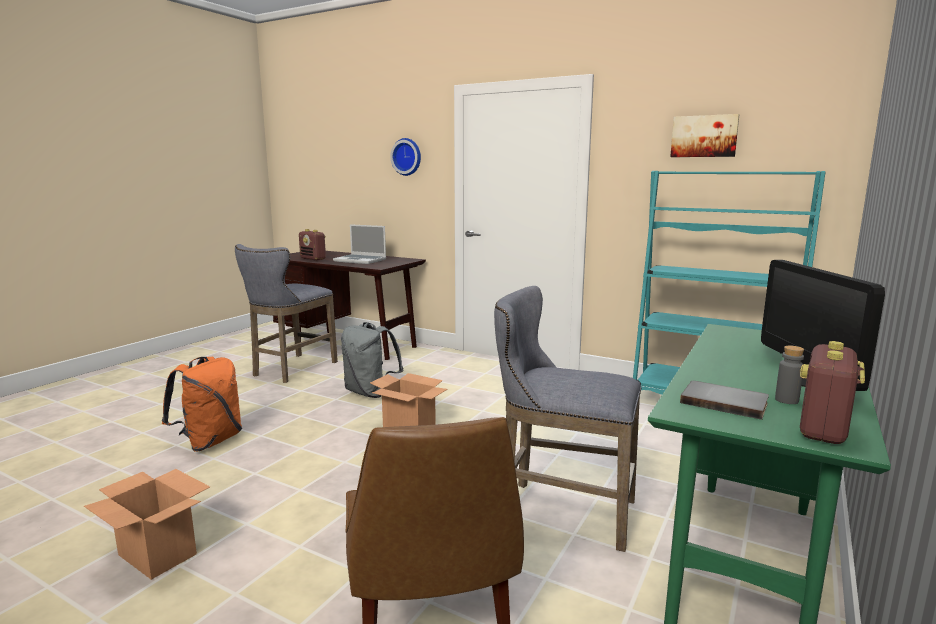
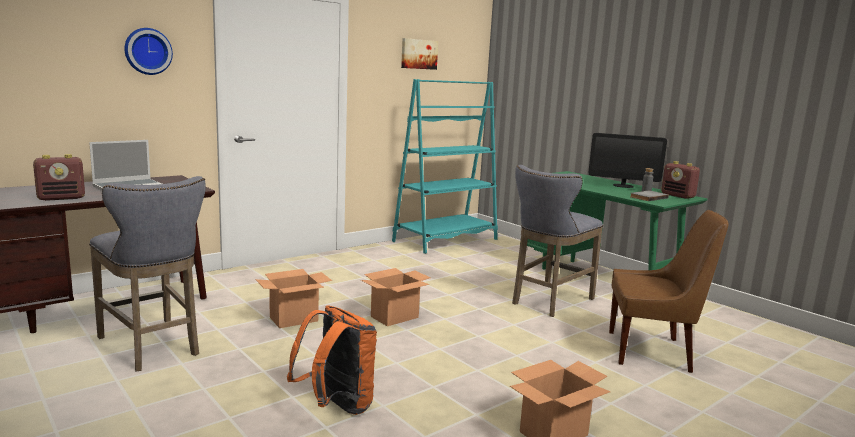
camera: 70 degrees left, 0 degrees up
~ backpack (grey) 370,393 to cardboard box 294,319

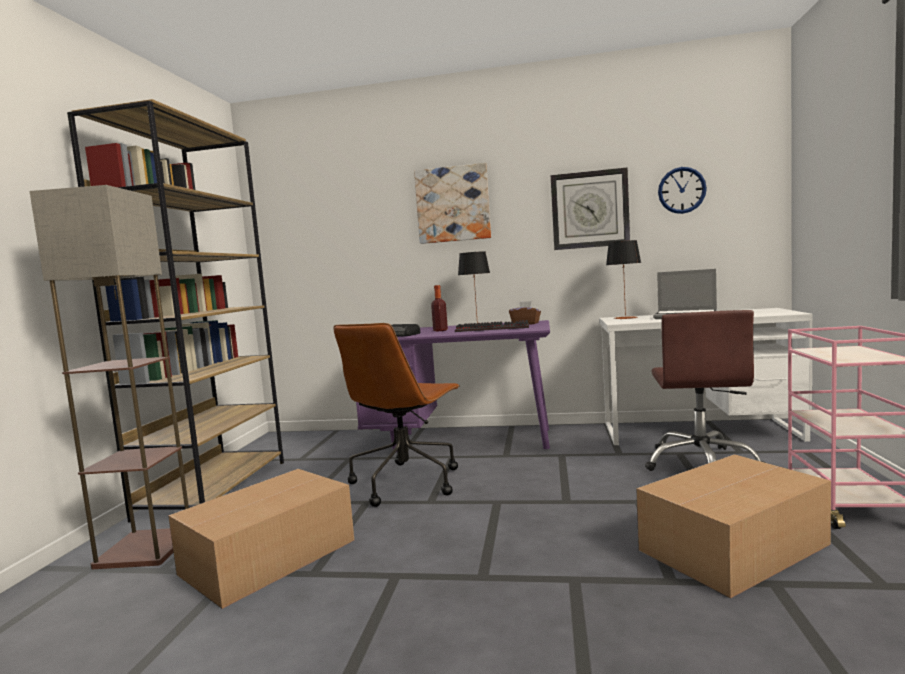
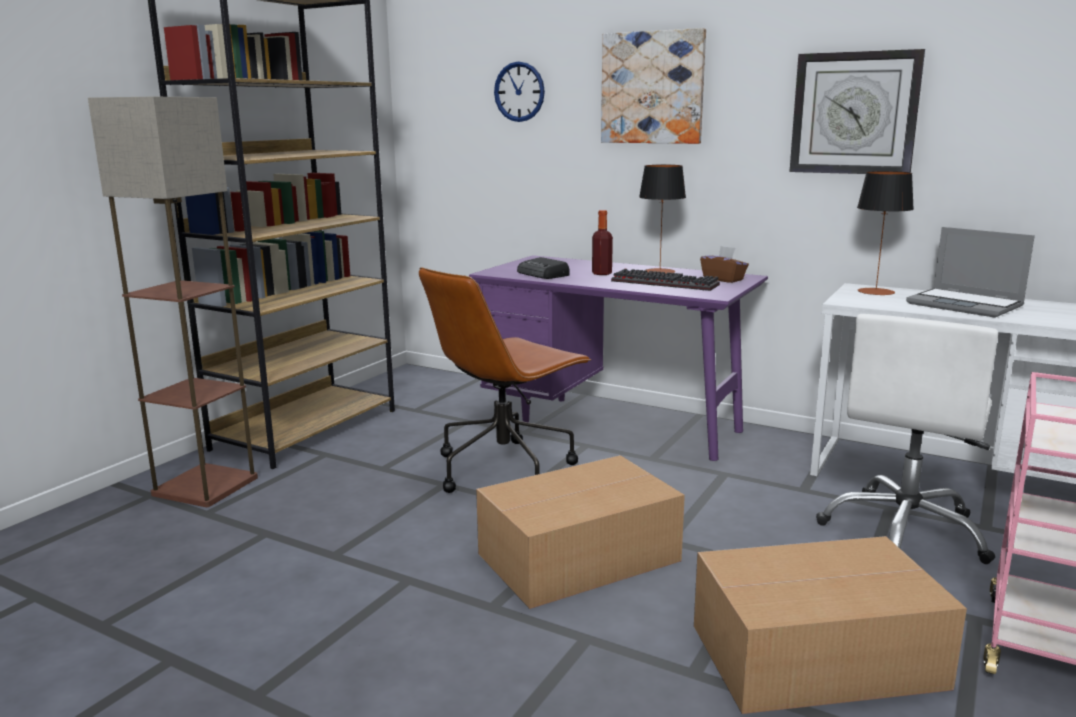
camera: 20 degrees right, 10 degrees up
~ cardboard box 271,556 to 582,557
~ wall clock 681,190 to 519,92
~ office chair (brown) 701,463 to office chair (white) 905,532

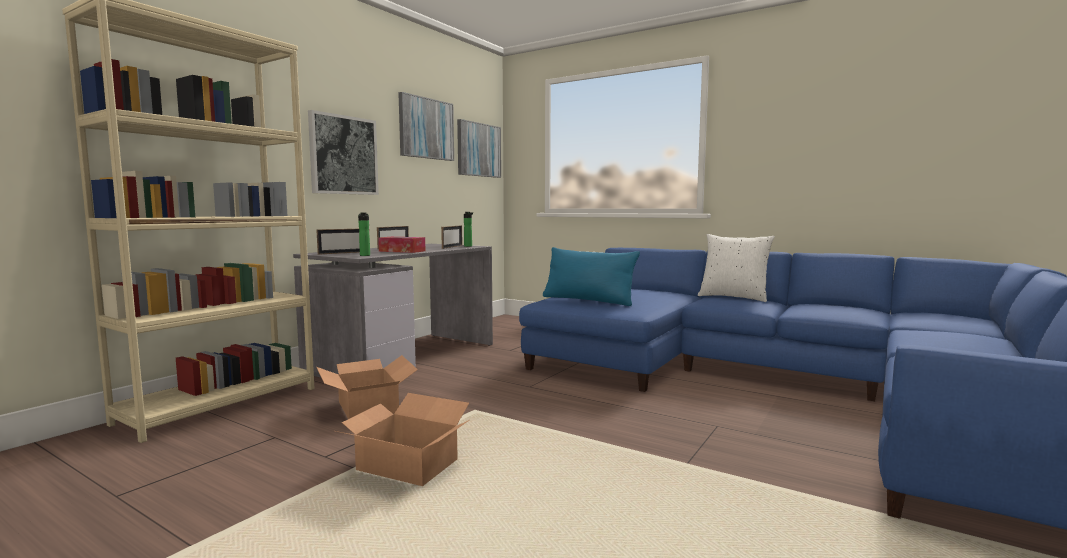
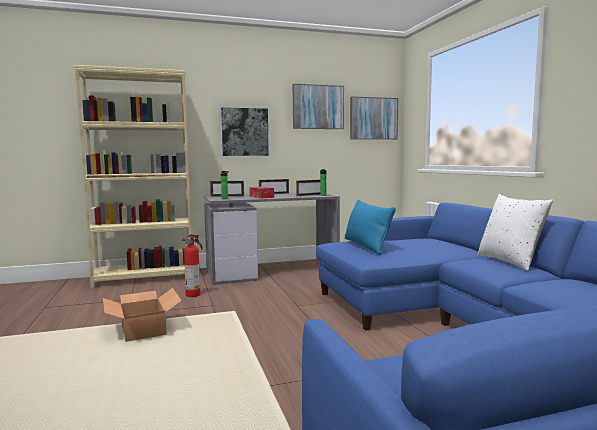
camera: 40 degrees right, 0 degrees up
~ cardboard box 368,406 to fire extinguisher 194,295

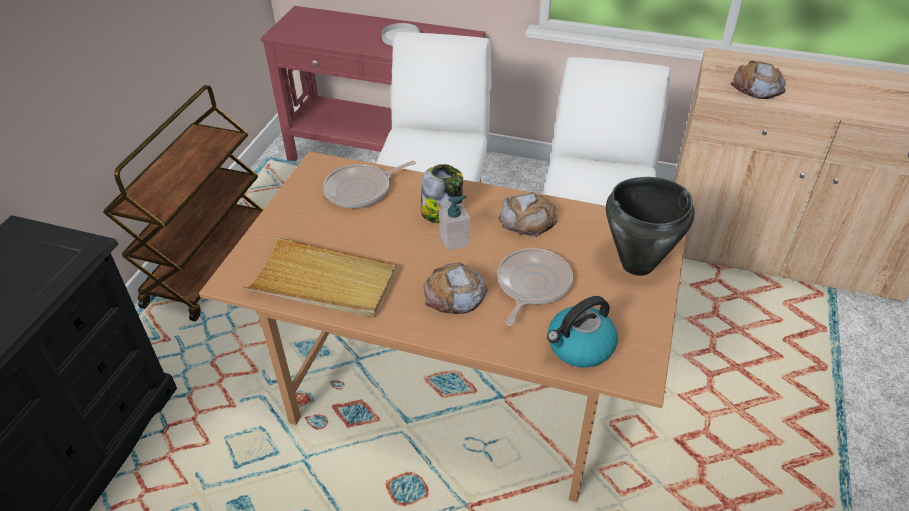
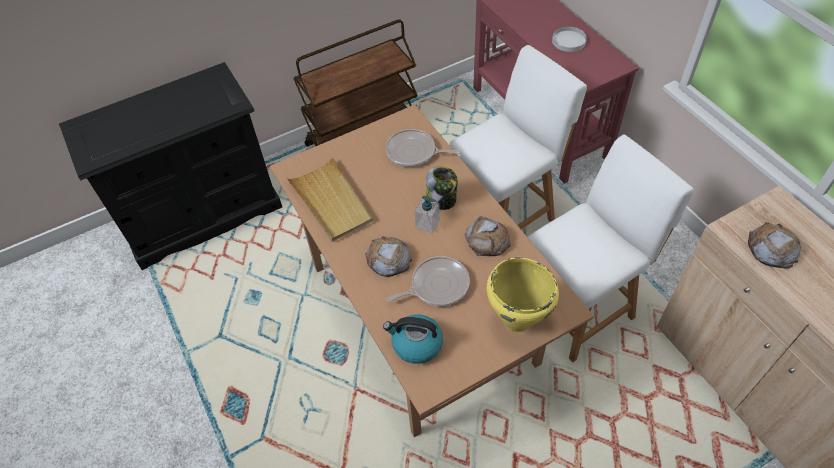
camera: 45 degrees right, 10 degrees up
~ cooking pot (black) 636,264 to cooking pot (yellow) 517,320

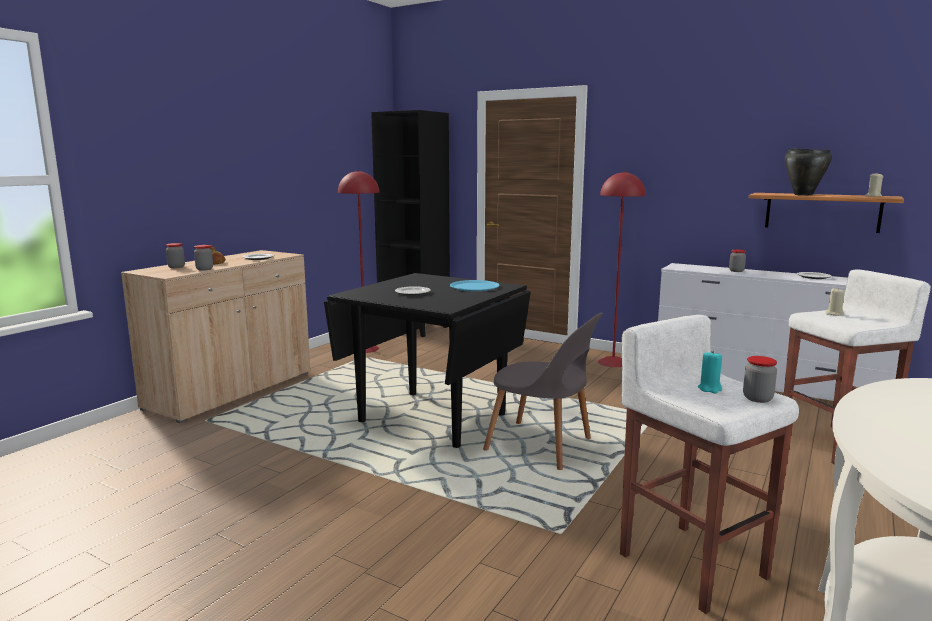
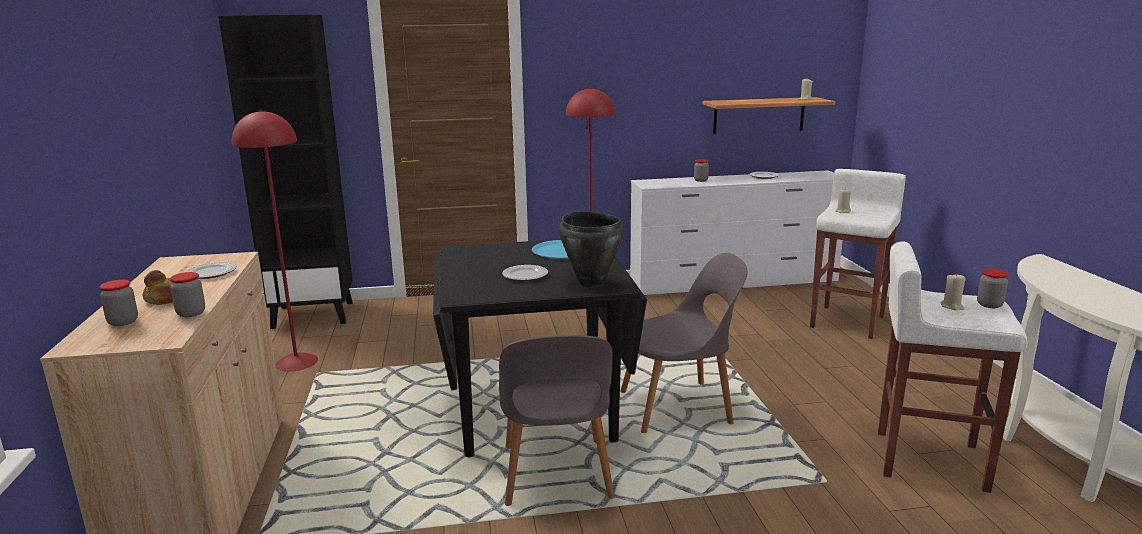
camera: 40 degrees left, 5 degrees up
+ chair (grey) 556,475
~ cooking pot (black) 803,194 to 591,282
~ candle (turquoise) 710,389 to candle (beige) 952,306

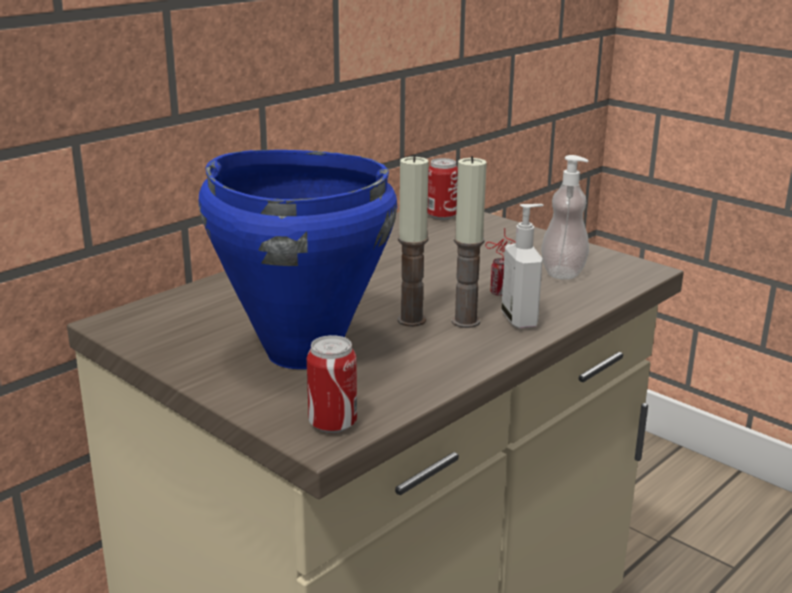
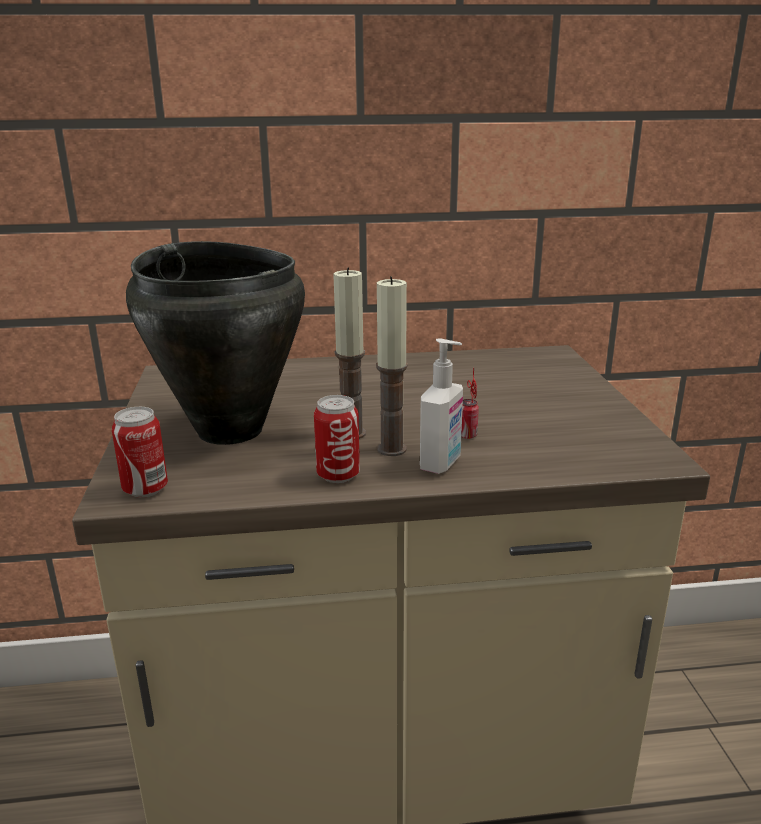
camera: 40 degrees right, 0 degrees up
~ cooking pot (blue) 301,352 to cooking pot (black) 230,430
~ can 441,216 to 338,475
- soap dispenser 563,272

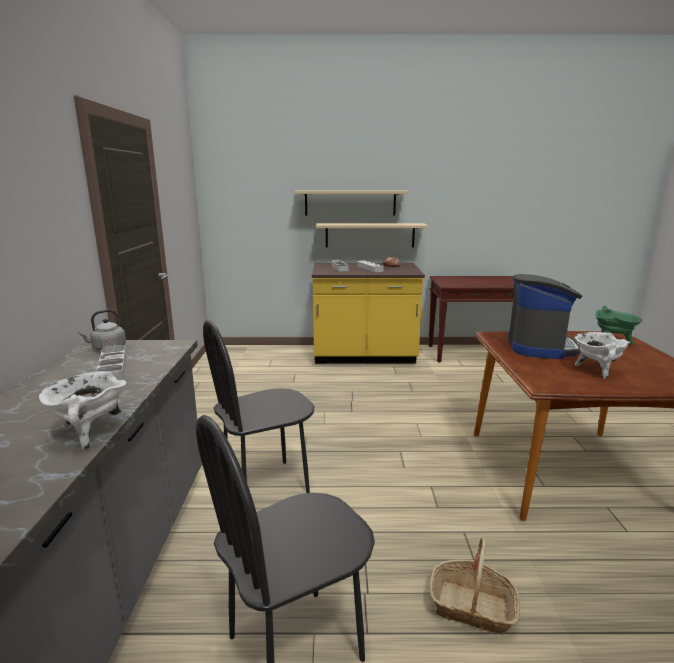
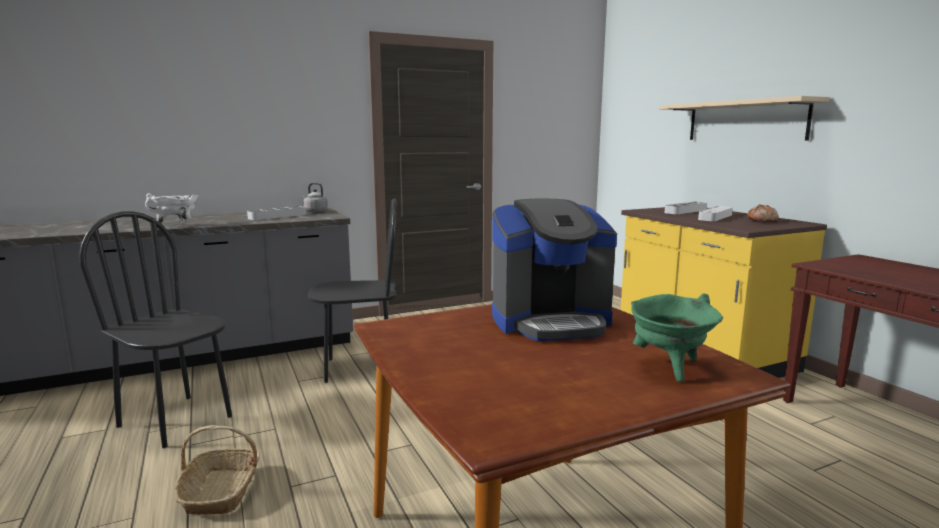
camera: 65 degrees right, 5 degrees down
~ chair (black) 266,486 = 359,368 135 degrees clockwise
- shelf (beige) 370,235
- cooking pot (white) 596,370

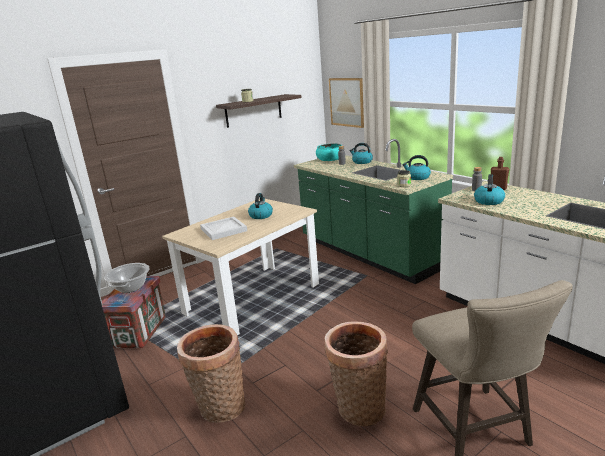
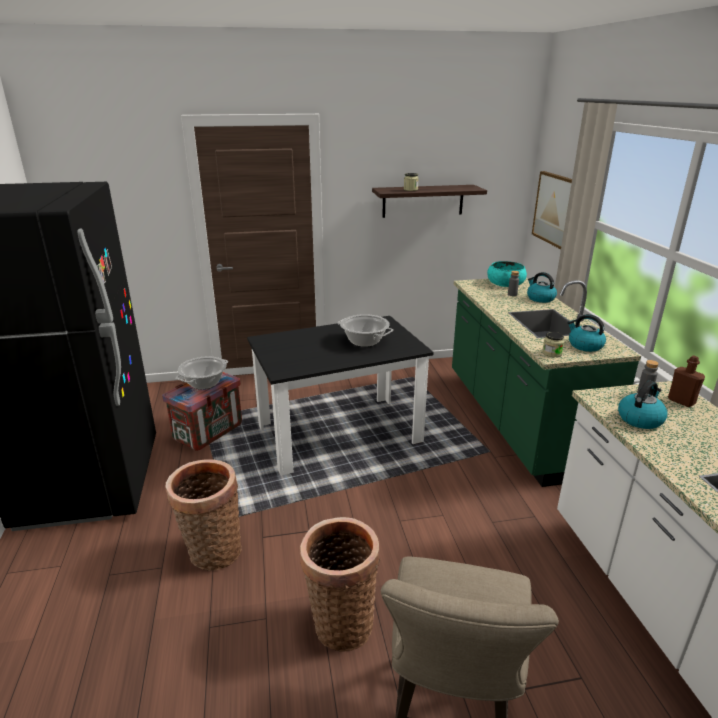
camera: 25 degrees right, 5 degrees up
~ dining table (beige) 253,299 to dining table (black) 339,434
~ kettle 261,215 to cooking pot 364,341
- tray (white) 224,229

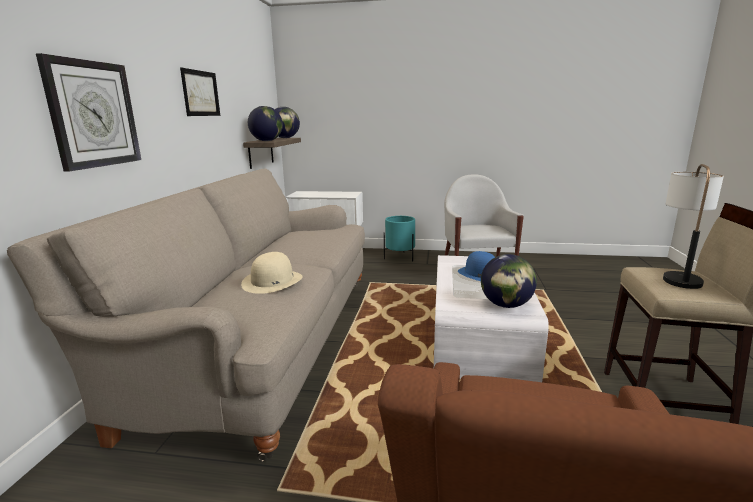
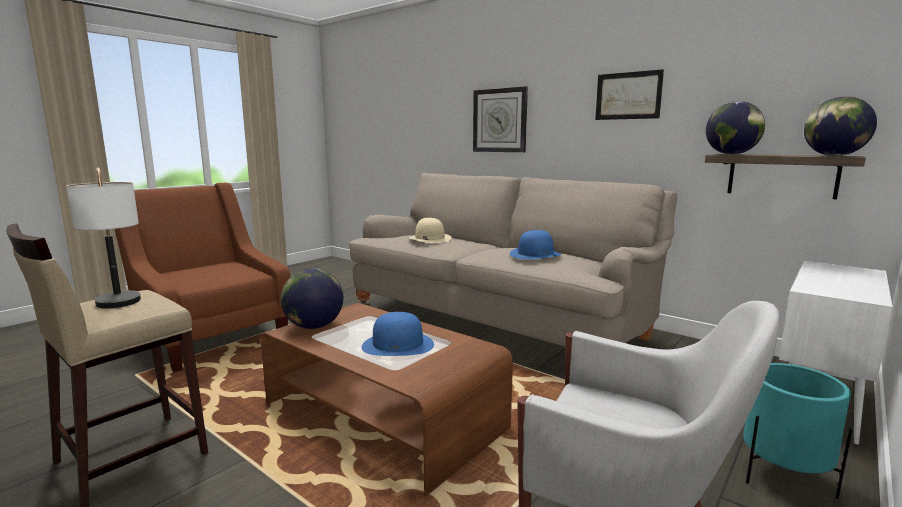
camera: 120 degrees right, 5 degrees down
~ coffee table (white) 479,334 to coffee table (brown) 383,415
+ hat (blue) 535,254

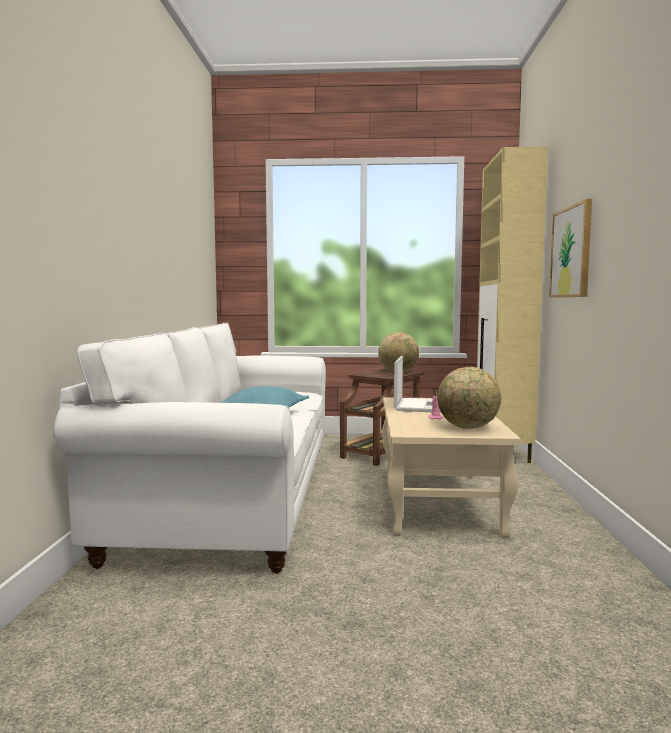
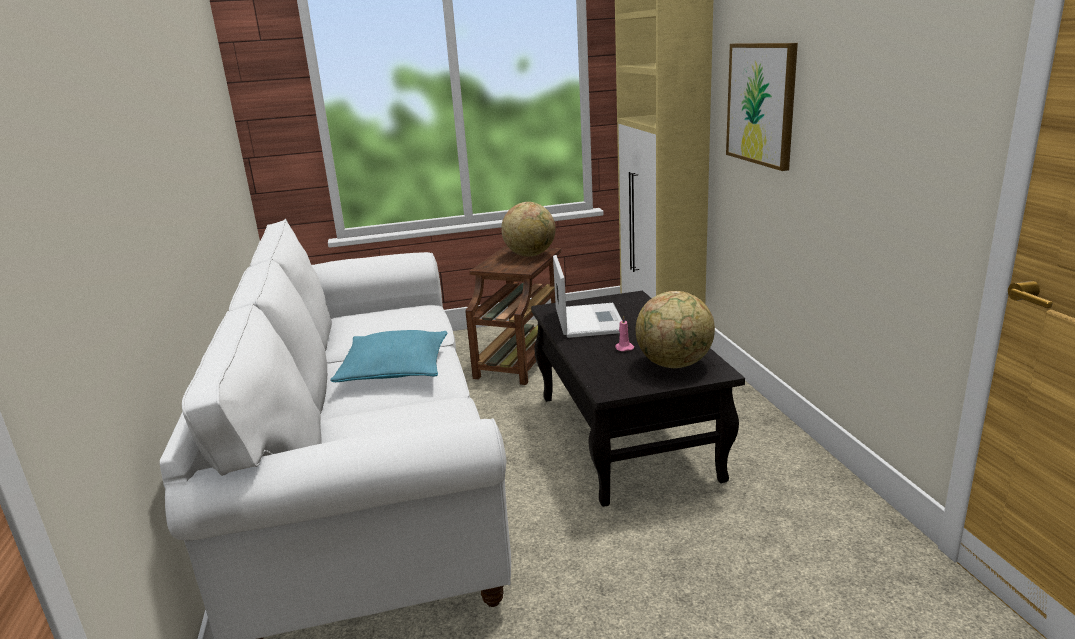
camera: 15 degrees left, 15 degrees up
~ coffee table (beige) 437,501 to coffee table (black) 624,435

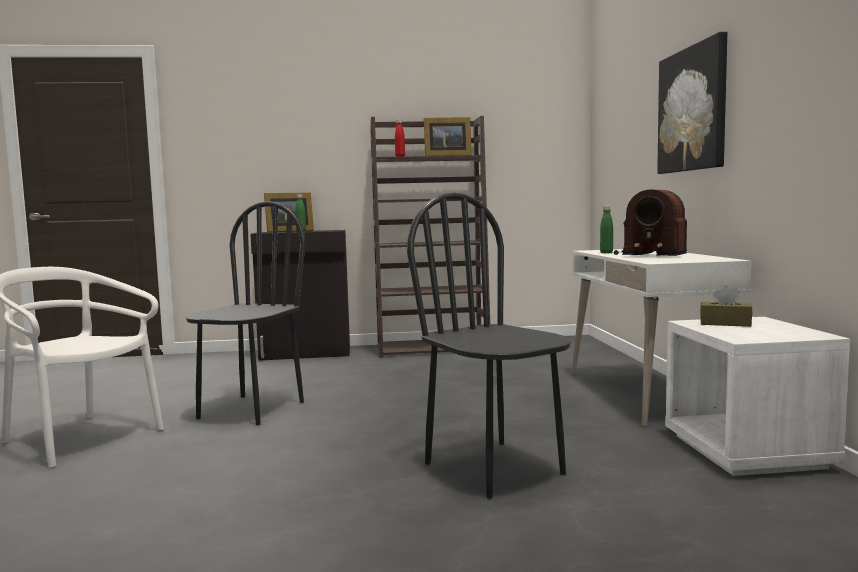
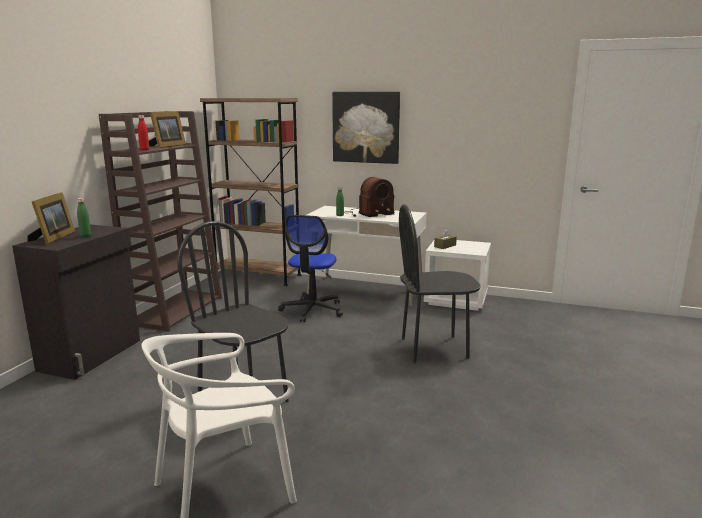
camera: 65 degrees left, 10 degrees up
+ bookcase (brown) 258,276
+ office chair 312,310

